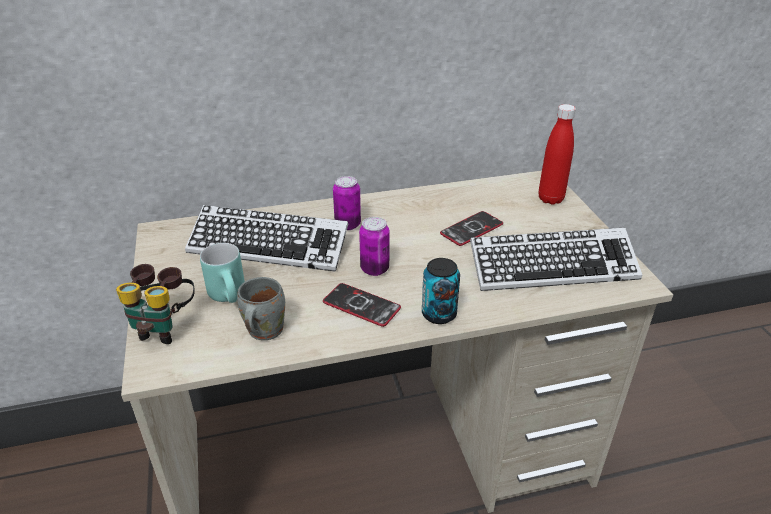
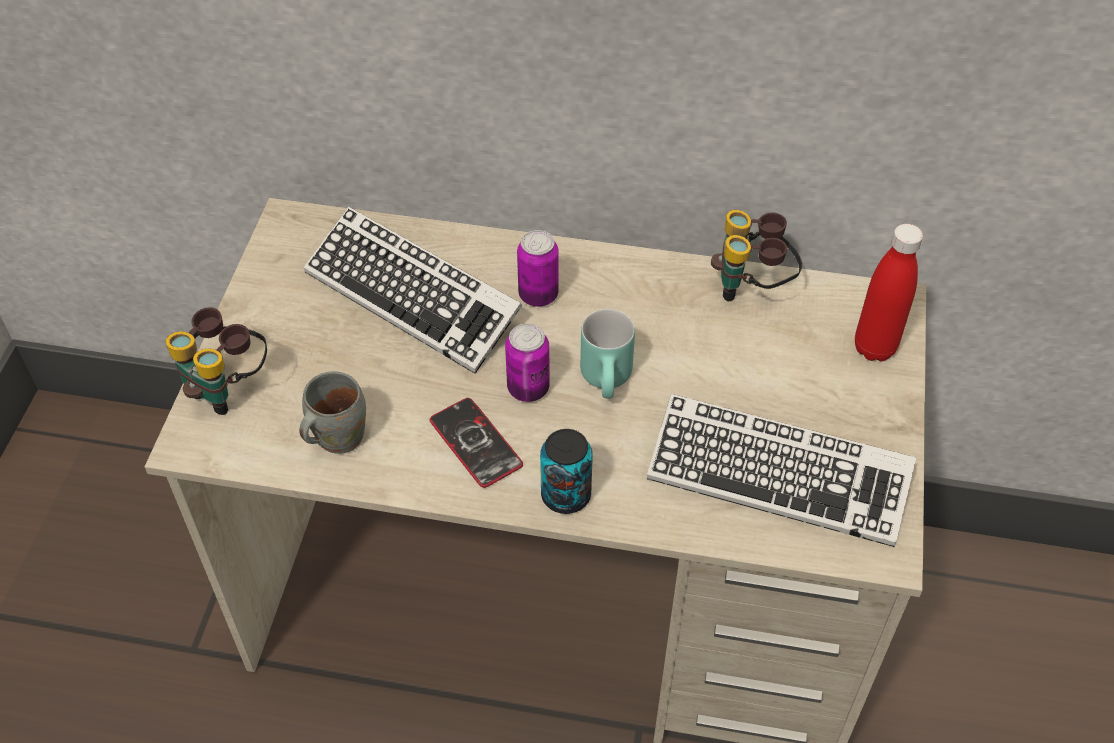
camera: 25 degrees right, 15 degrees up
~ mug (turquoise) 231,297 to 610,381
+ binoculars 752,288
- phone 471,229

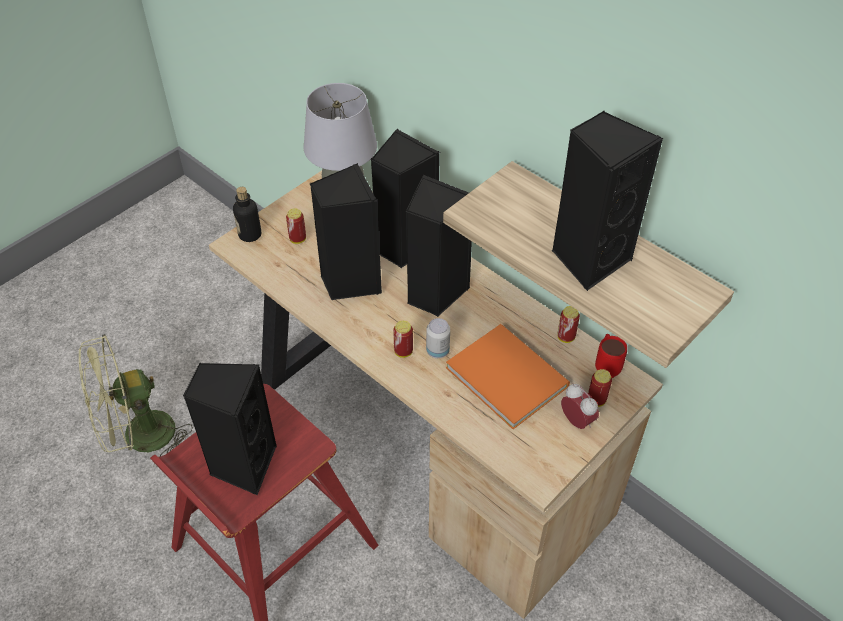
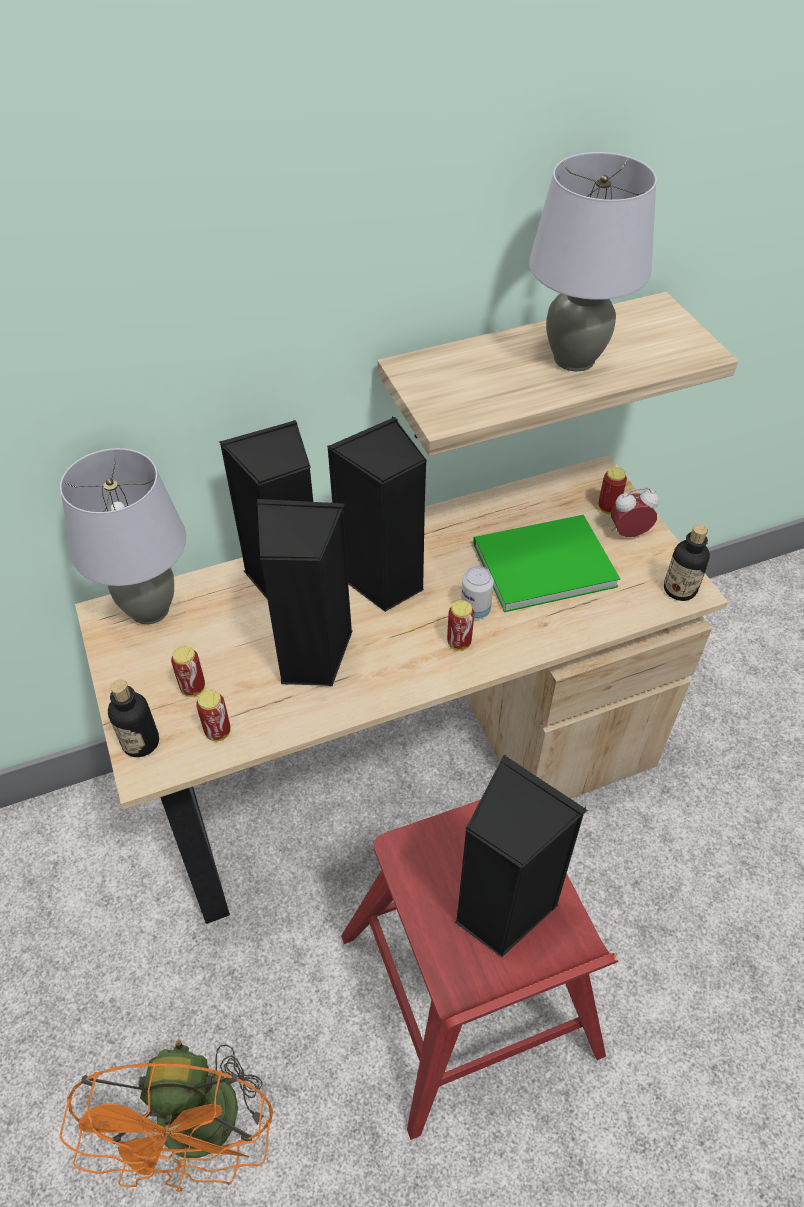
camera: 65 degrees left, 0 degrees up
~ fan (green) 139,438 to fan (orange) 199,1136
~ can 566,337 to 218,732
~ book (orange) 506,373 to book (green) 539,563
~ speaker (black) 589,258 to table lamp (grey) 574,360
+ bottle 679,589
- mug (red) 606,366

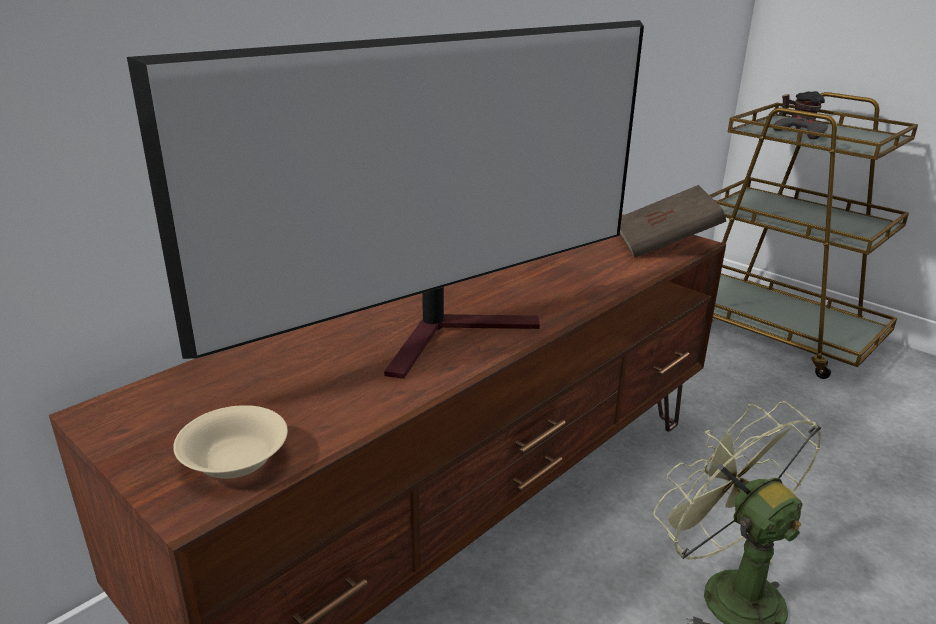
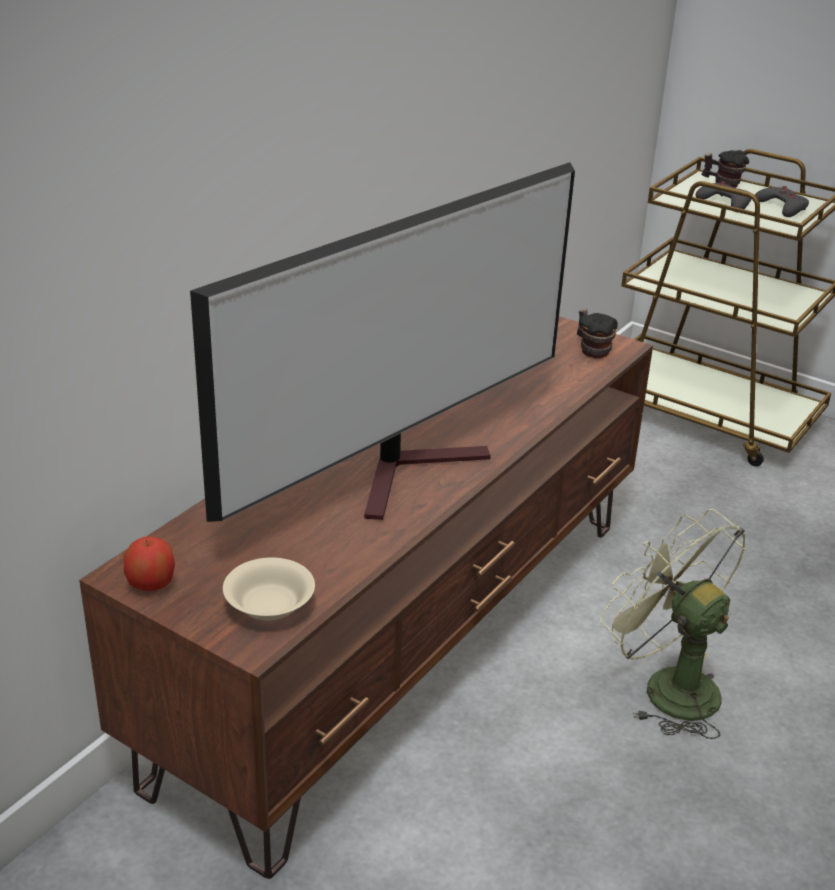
camera: 10 degrees left, 5 degrees up
+ apple 151,584
~ book (brown) 664,244 to mug 592,350
+ game controller (grey) 782,207

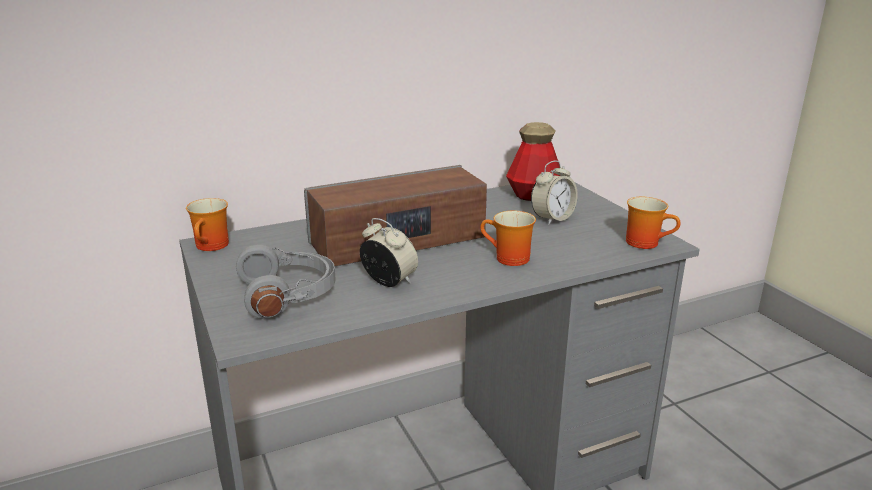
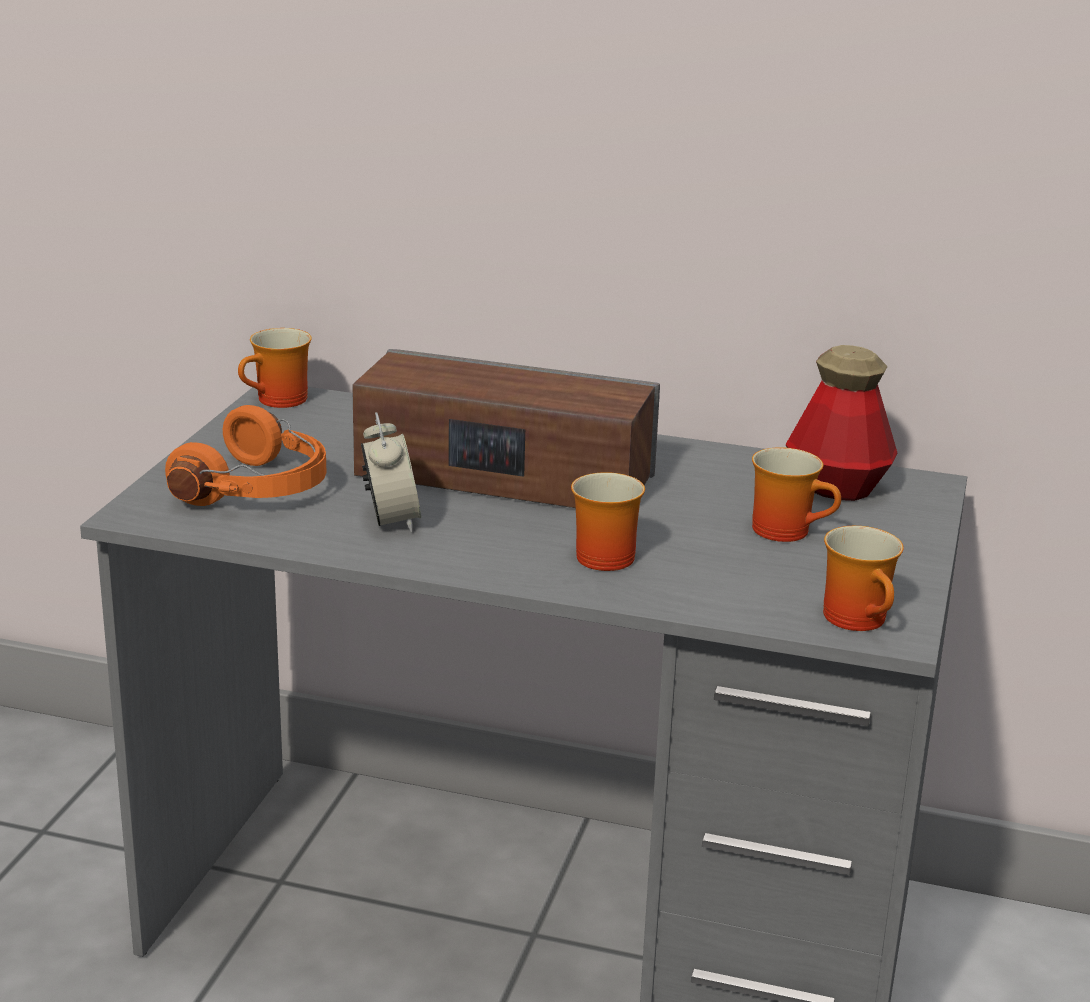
camera: 40 degrees right, 0 degrees up
~ headphones (grey) 289,295 to headphones (orange) 258,489
~ alarm clock 552,218 to mug 789,530

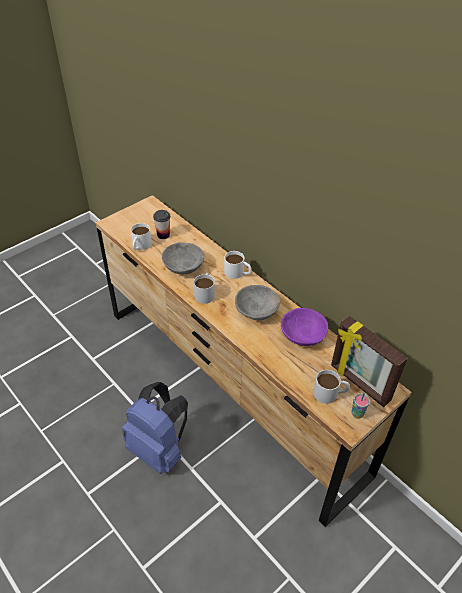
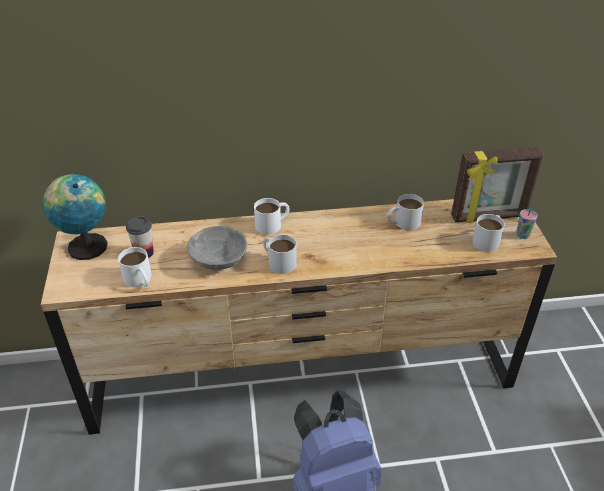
camera: 55 degrees left, 5 degrees down
+ globe 85,246
~ bowl (purple) 302,336 to mug (white) 402,223
- bowl (grey) 256,312

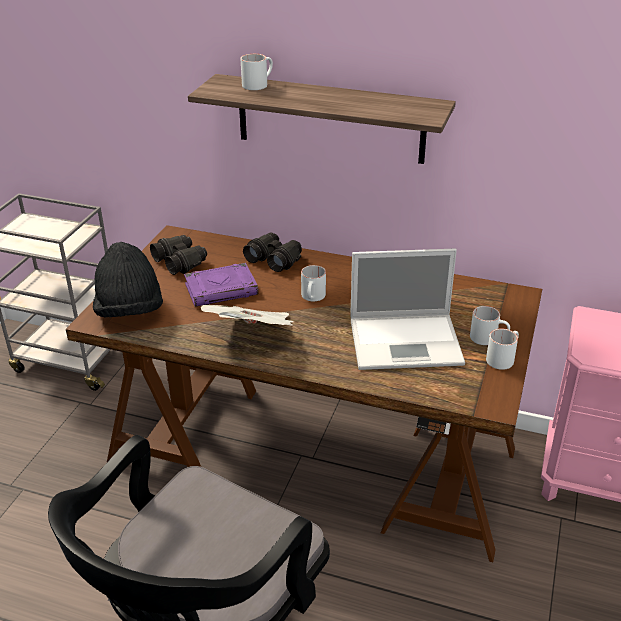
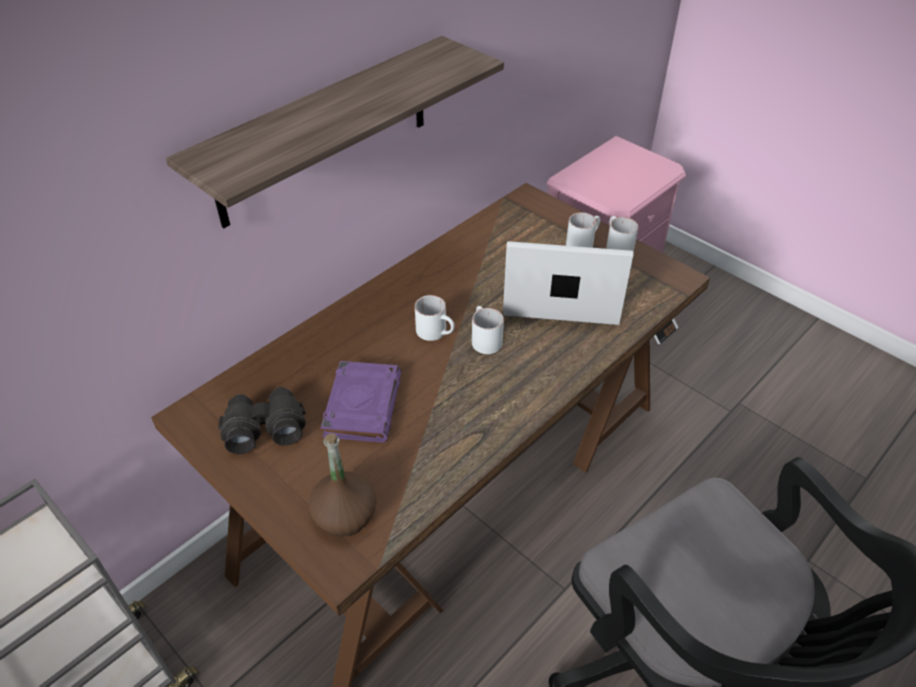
camera: 65 degrees left, 10 degrees up
~ hat (black) 130,311 to bottle (brown) 345,515
~ mug (white) 258,84 to 483,339
~ laptop 407,341 = 558,293 105 degrees counterclockwise
- newspaper 253,334
- binoculars (black) 274,259

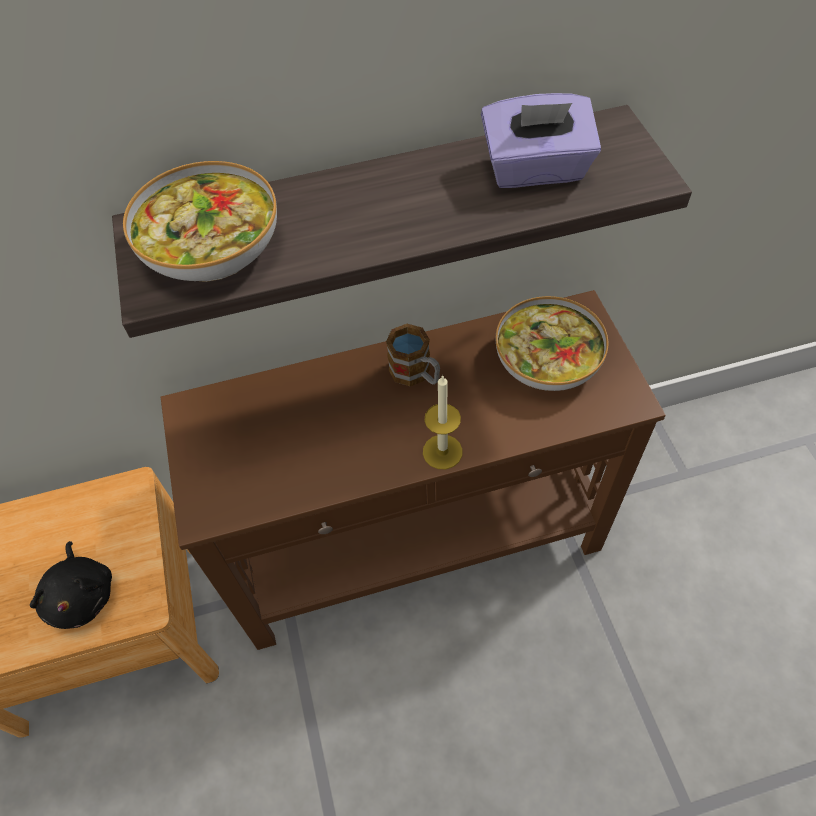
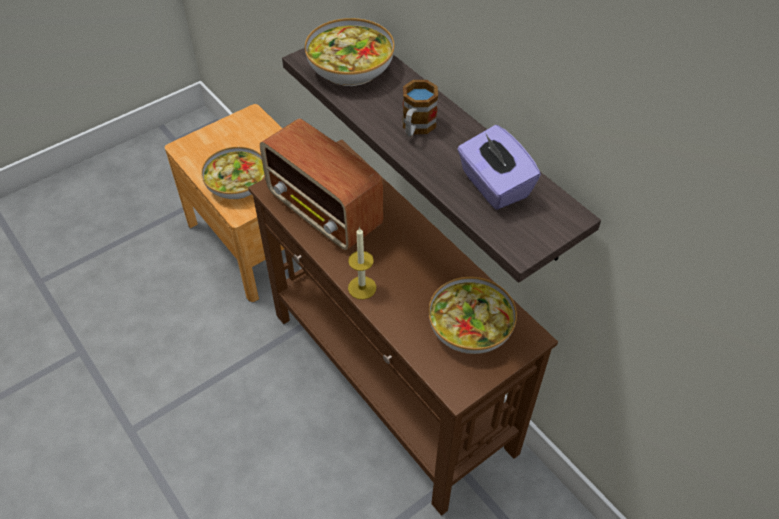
camera: 65 degrees right, 5 degrees down
~ plush toy (black) 82,595 to bowl 238,183
+ radio 325,212
~ mug 416,374 to 416,127

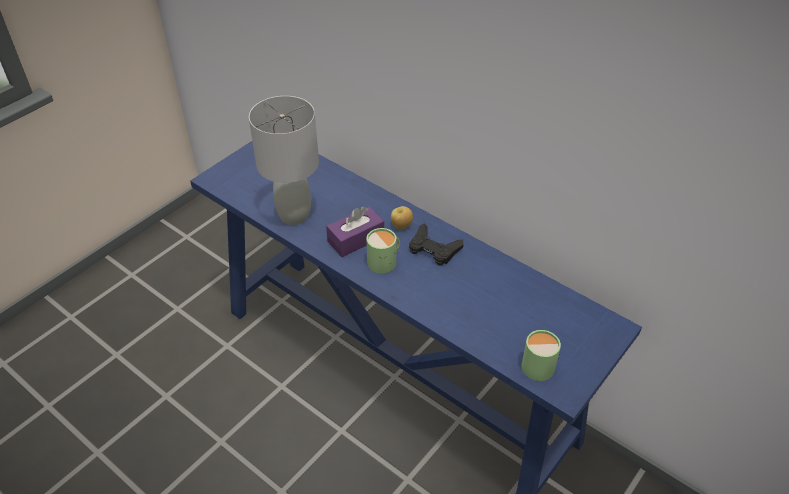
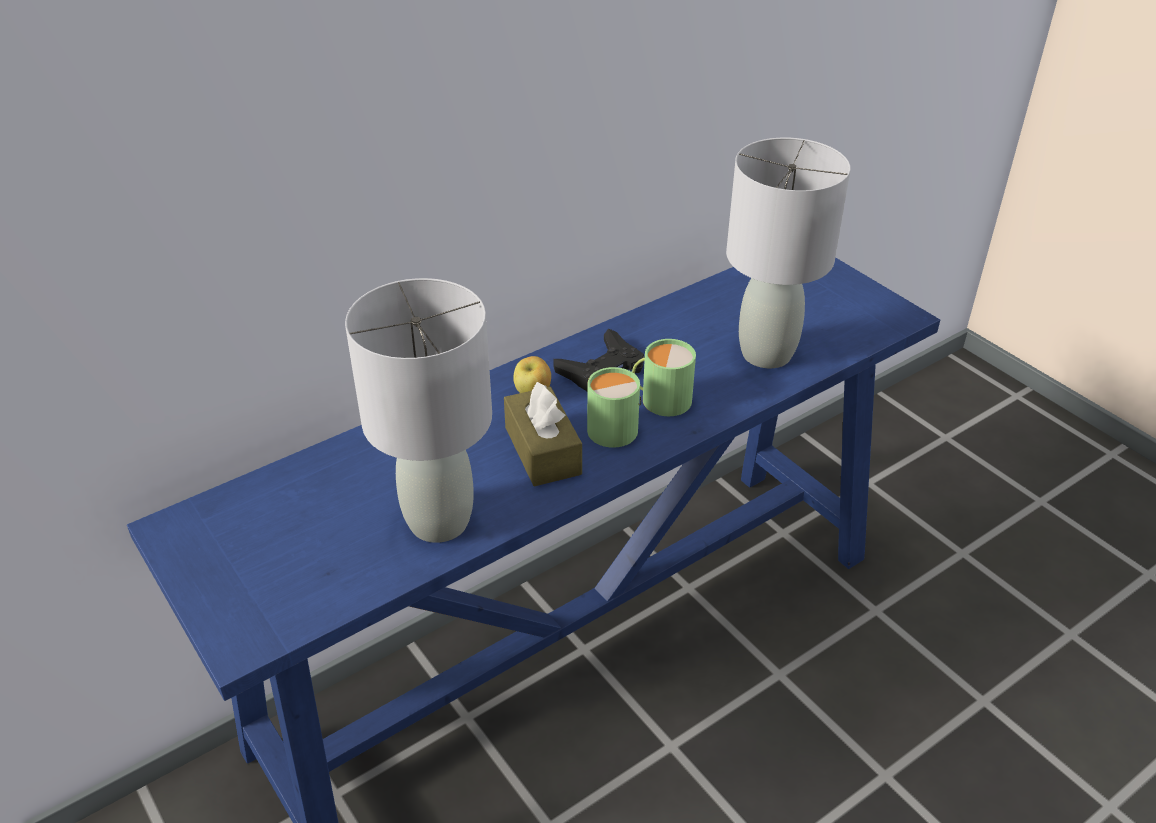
camera: 75 degrees left, 5 degrees down
~ tissue box (purple) 356,239 to tissue box (brown) 542,450
~ mug (green) 537,364 to 661,399
+ table lamp (grey) 766,353

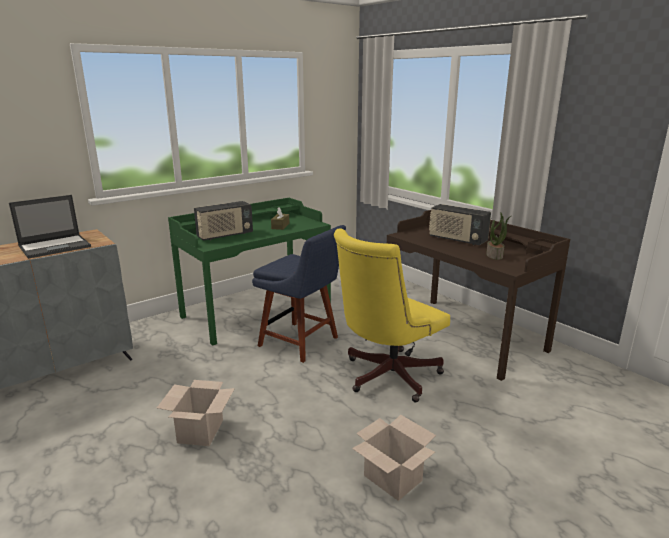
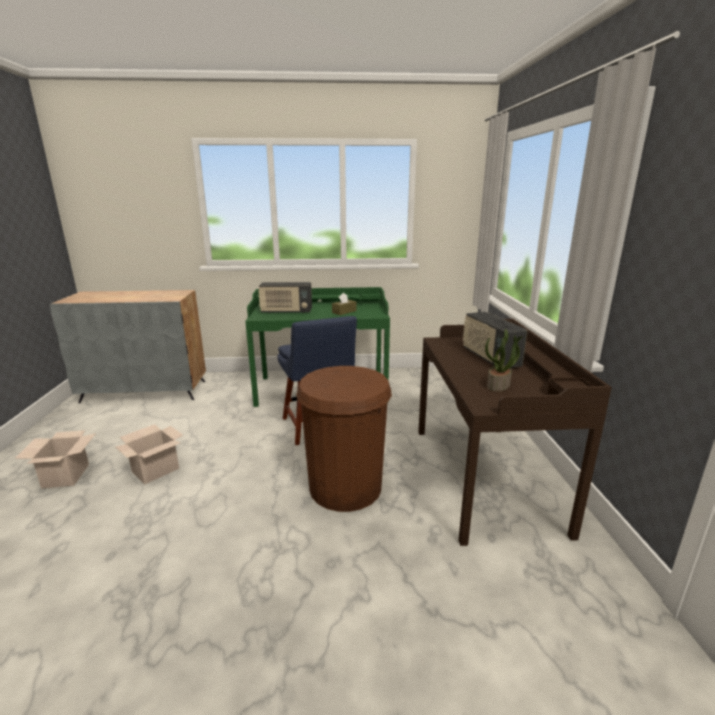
camera: 35 degrees right, 0 degrees up
~ cardboard box 391,478 to 65,475
~ office chair (yellow) 386,377 to trash can (brown) 345,487
- laptop 56,246

